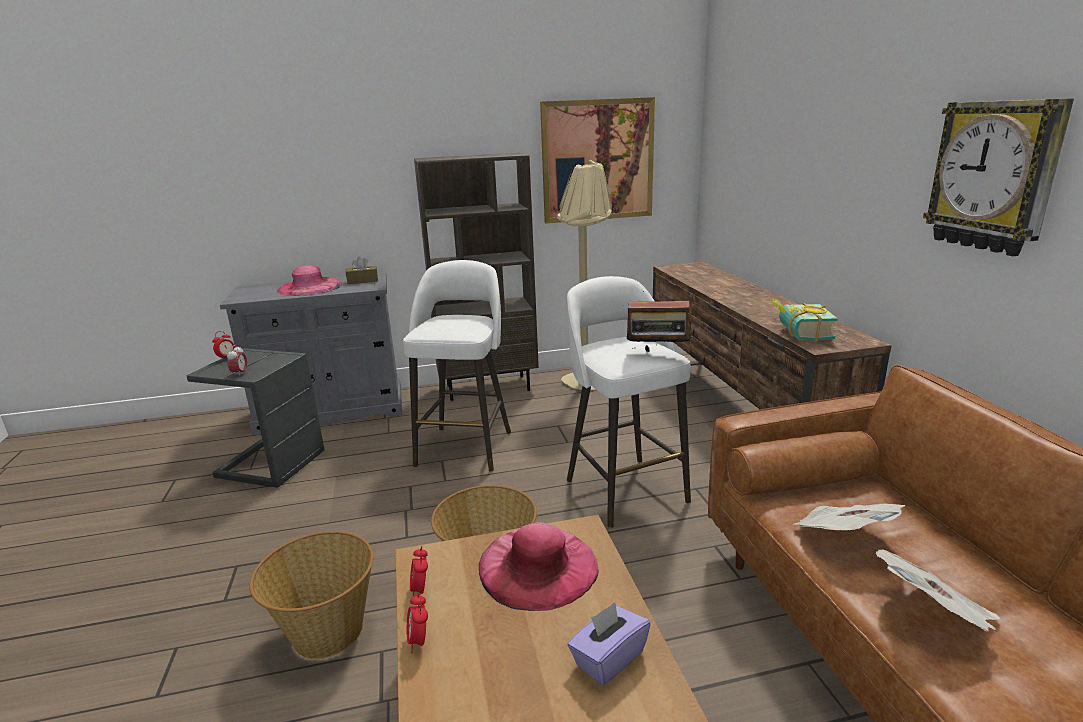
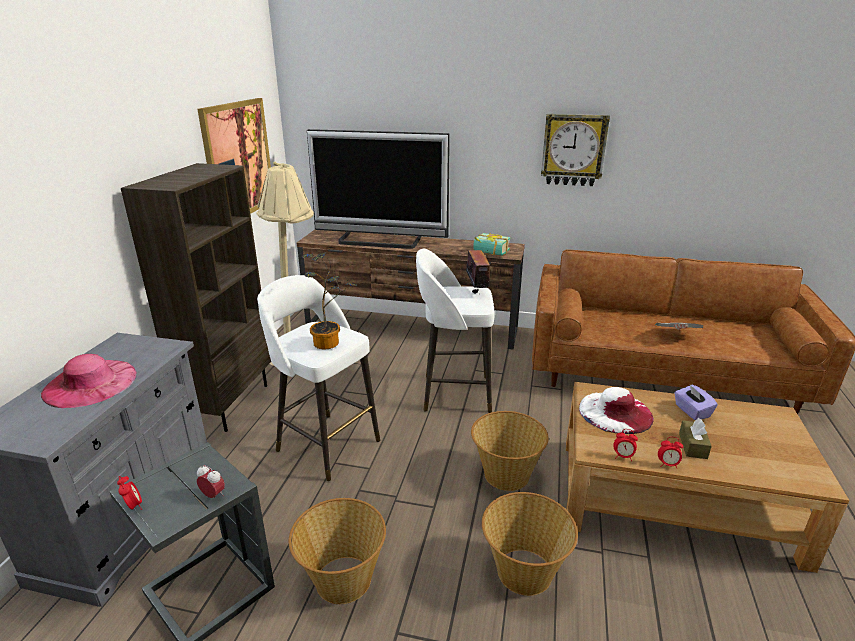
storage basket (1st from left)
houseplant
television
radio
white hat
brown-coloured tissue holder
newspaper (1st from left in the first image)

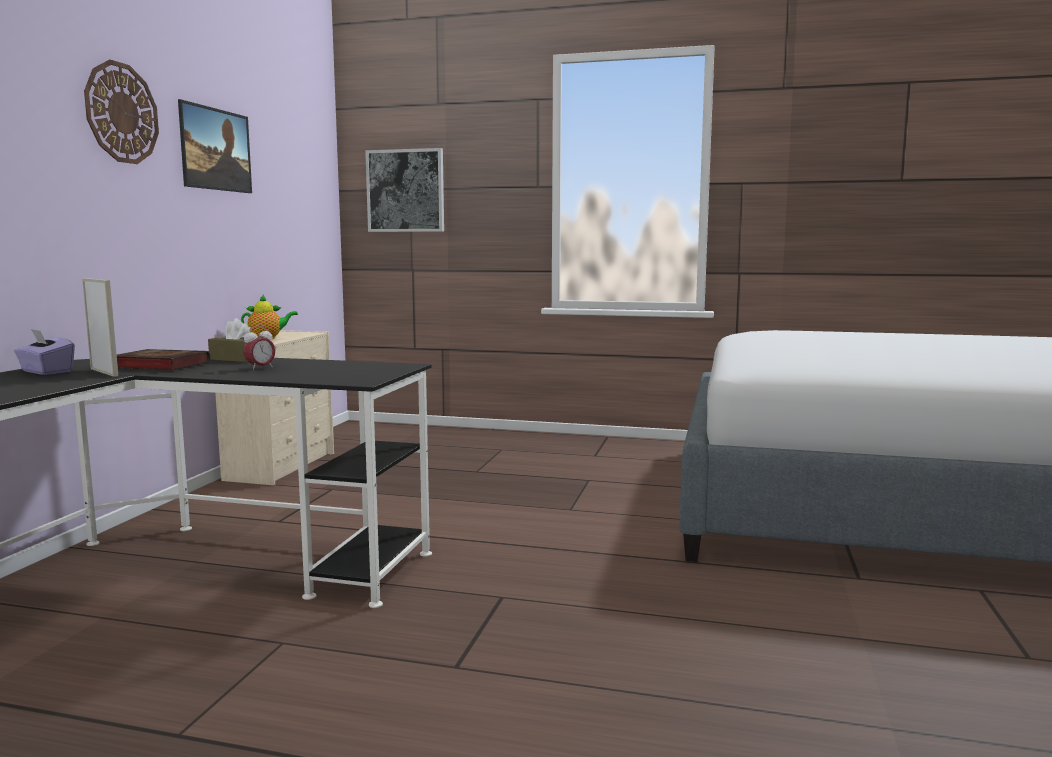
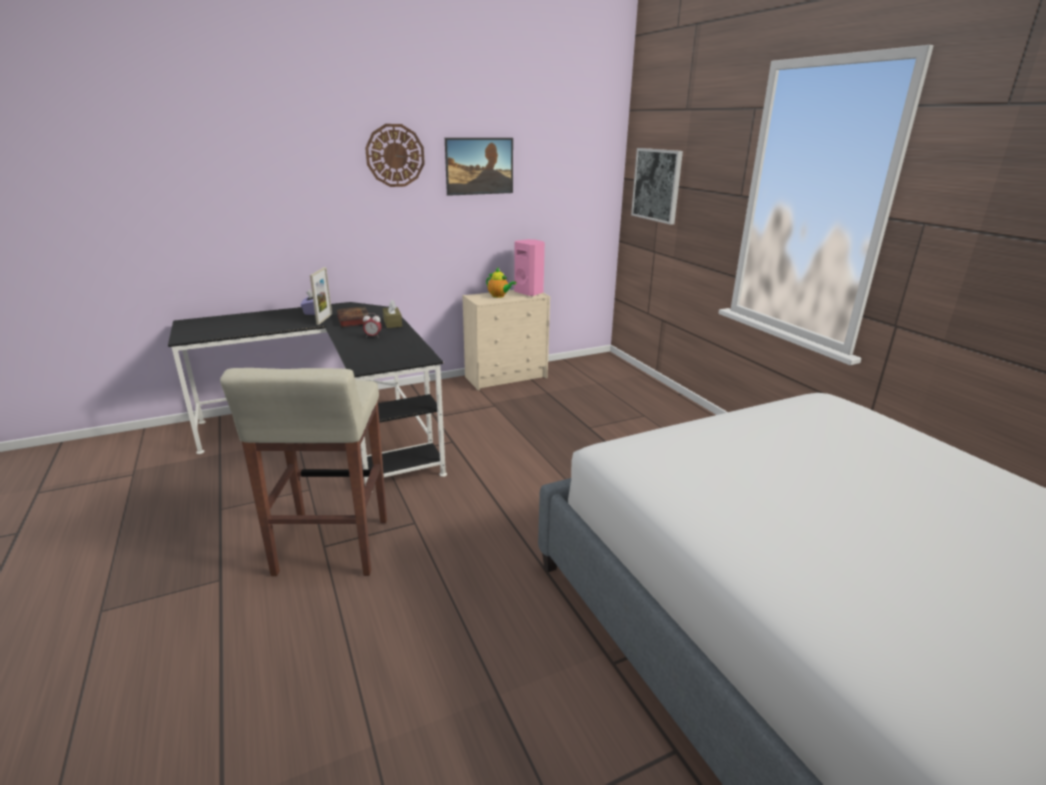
beige sitting stool
pink speaker

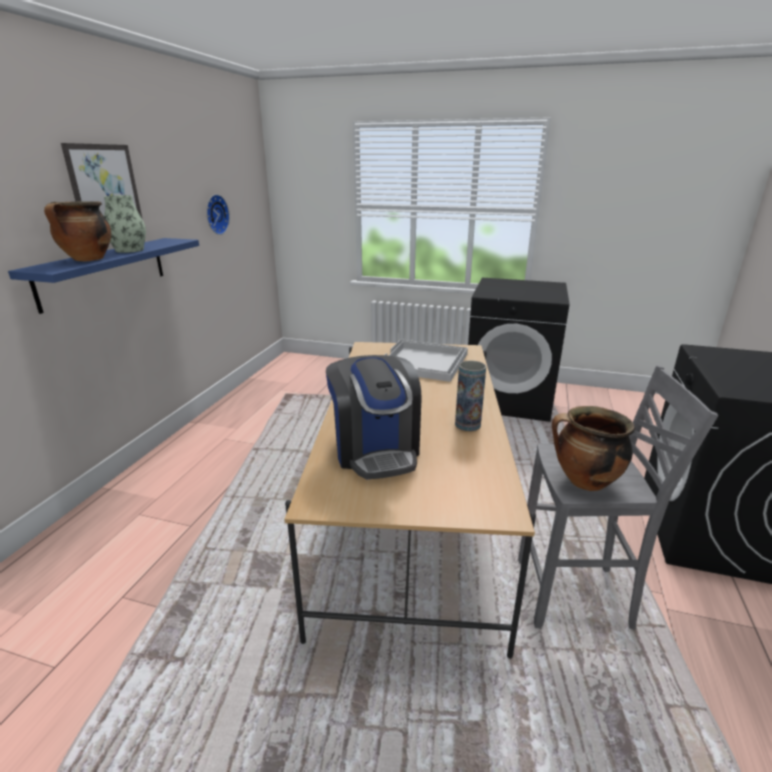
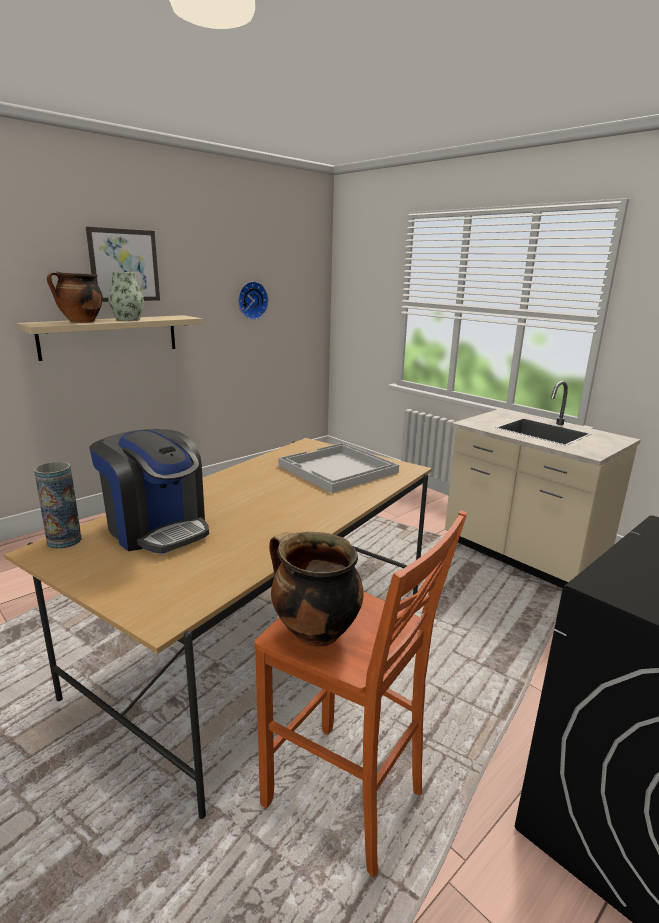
beige shelf
vase (1st from left)
coffee brewer
orangey sitting stool
beige kitchen base unit

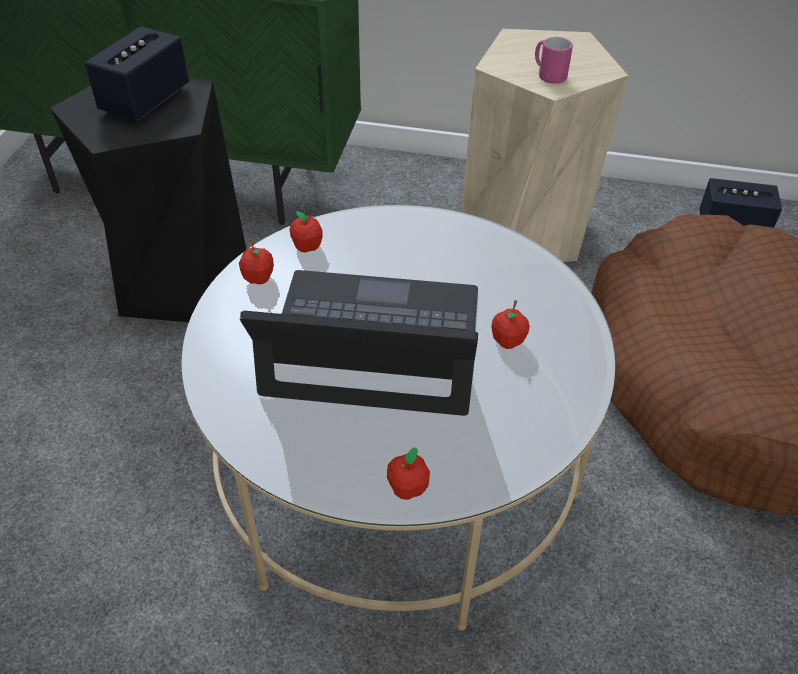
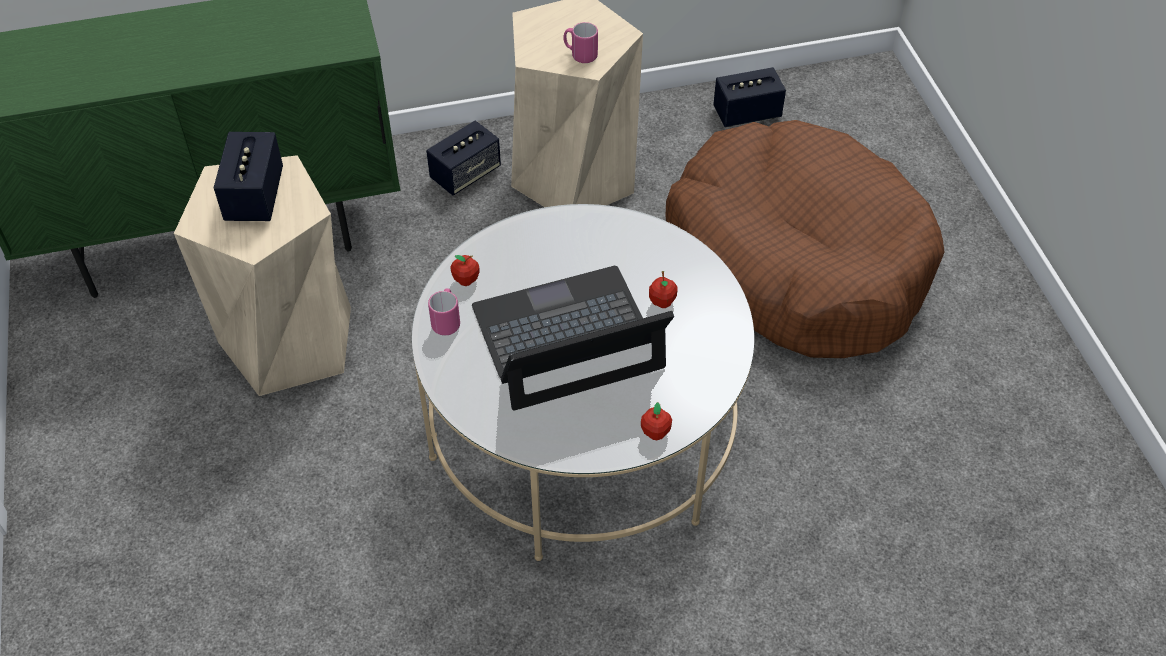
beige sitting stool (1st from left)
speaker (2nd from left)
pink coffee mug (1st from left)

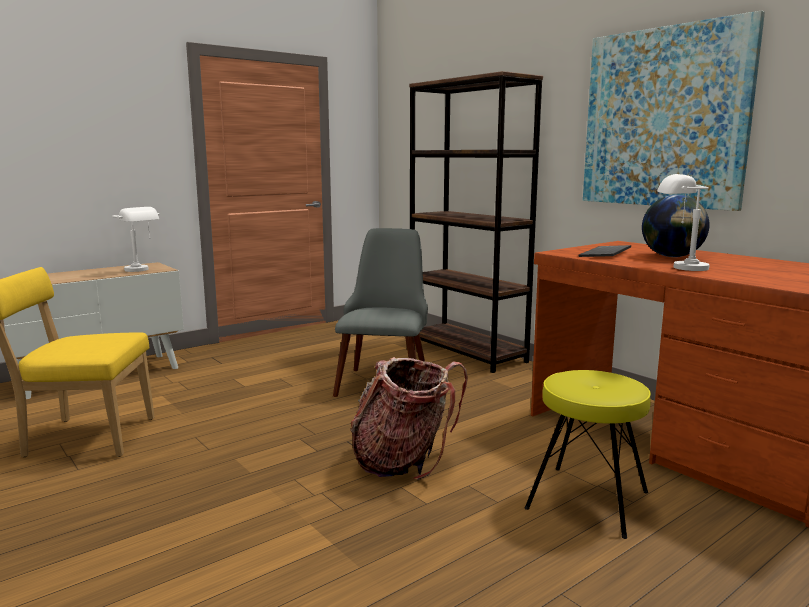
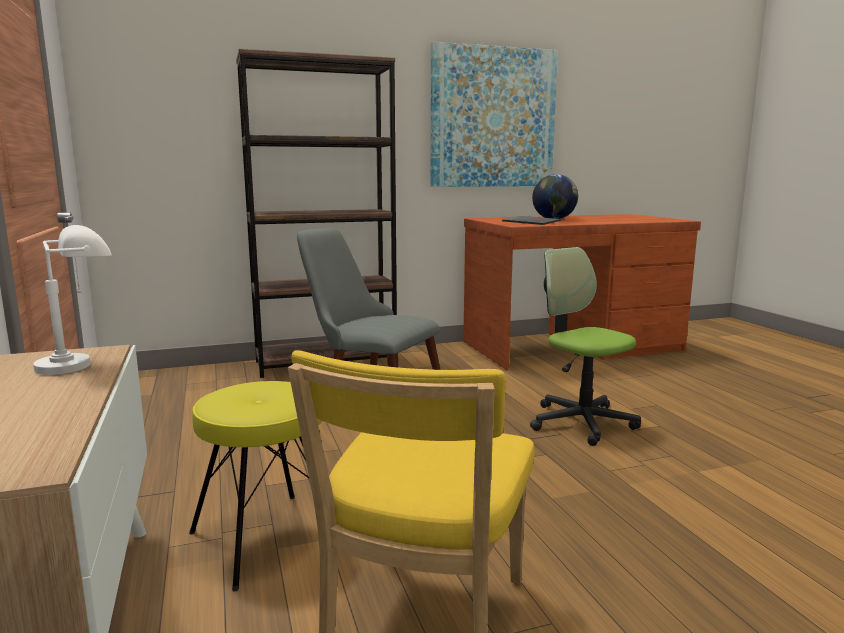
yellow-coloured sitting stool
office chair
white tabletop lamp (2nd from left in the first image)

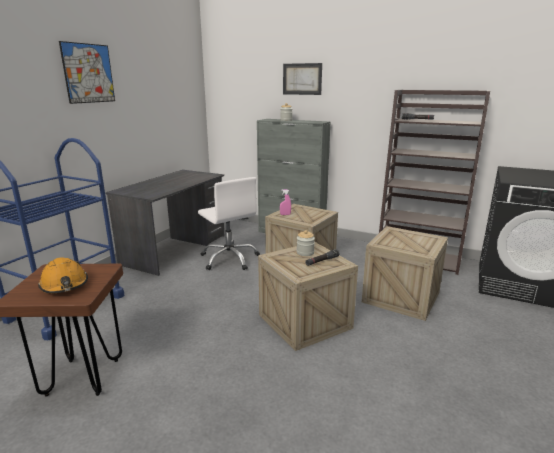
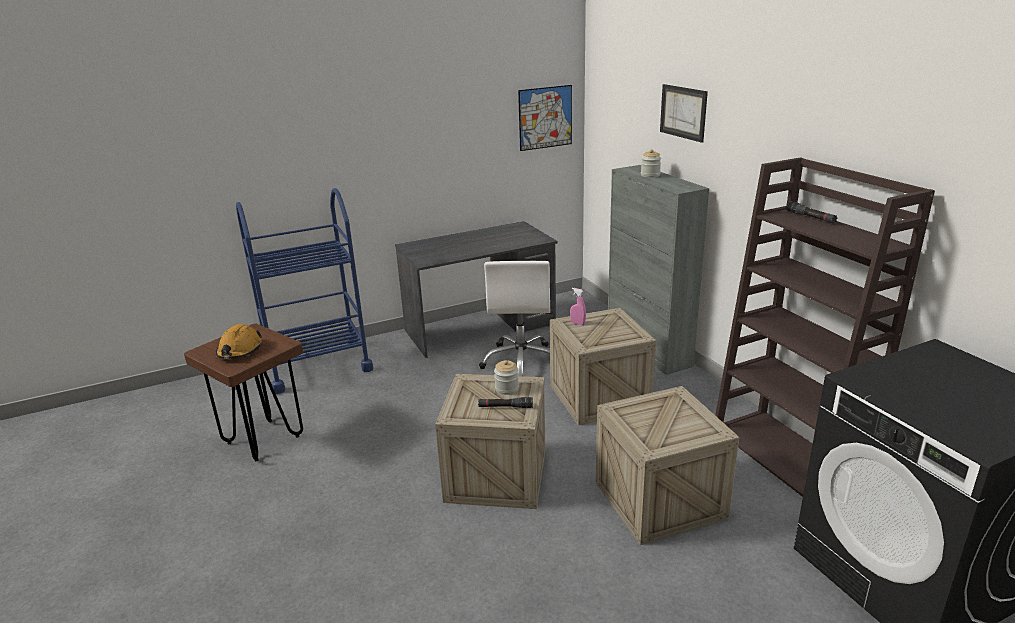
picture (1st from left)

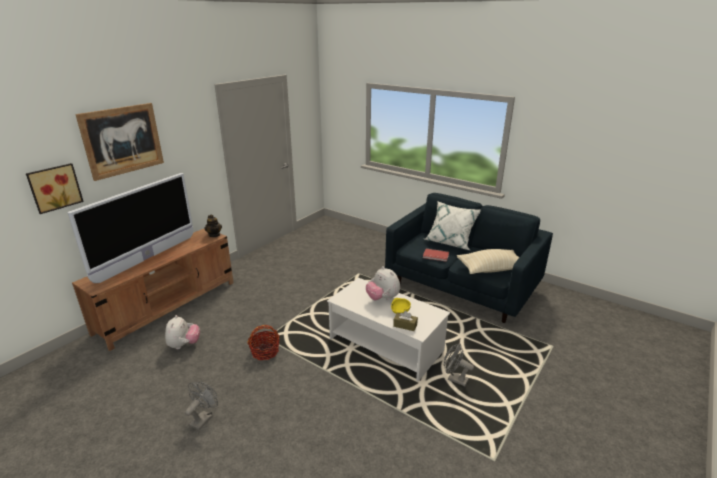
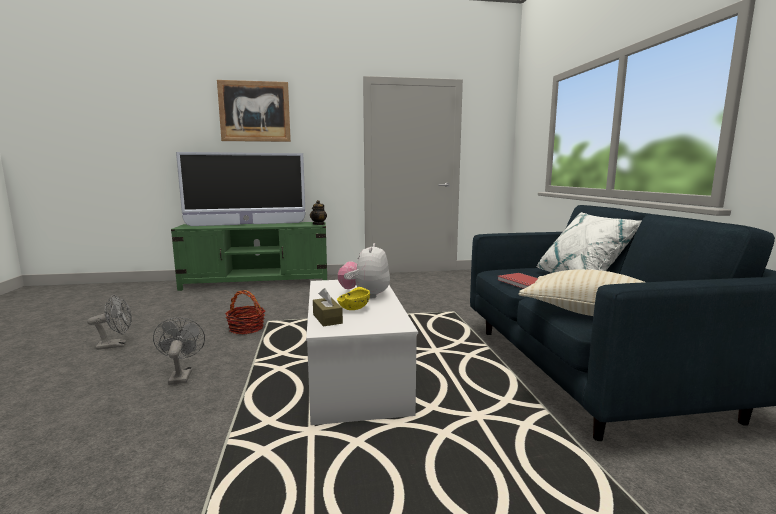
gray electric fan (2nd from left)
green media console
picture (1st from left in the first image)
cuddly toy (1st from left in the first image)

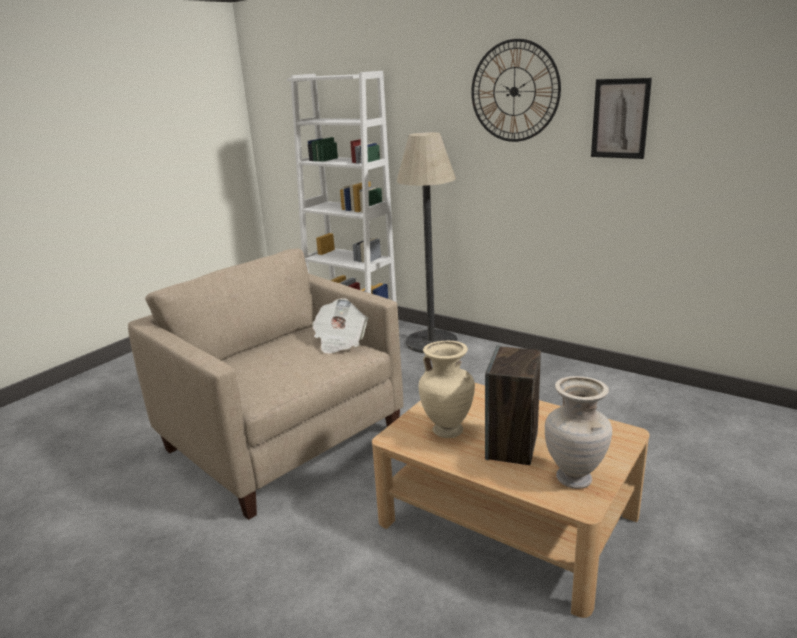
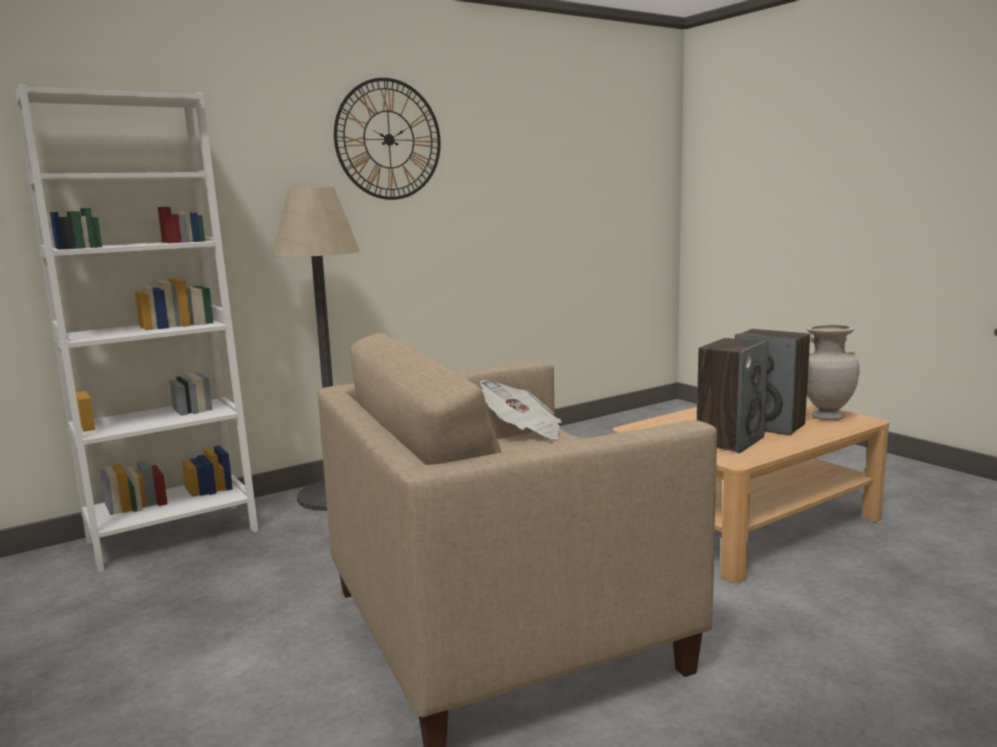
speaker (1st from left)
picture

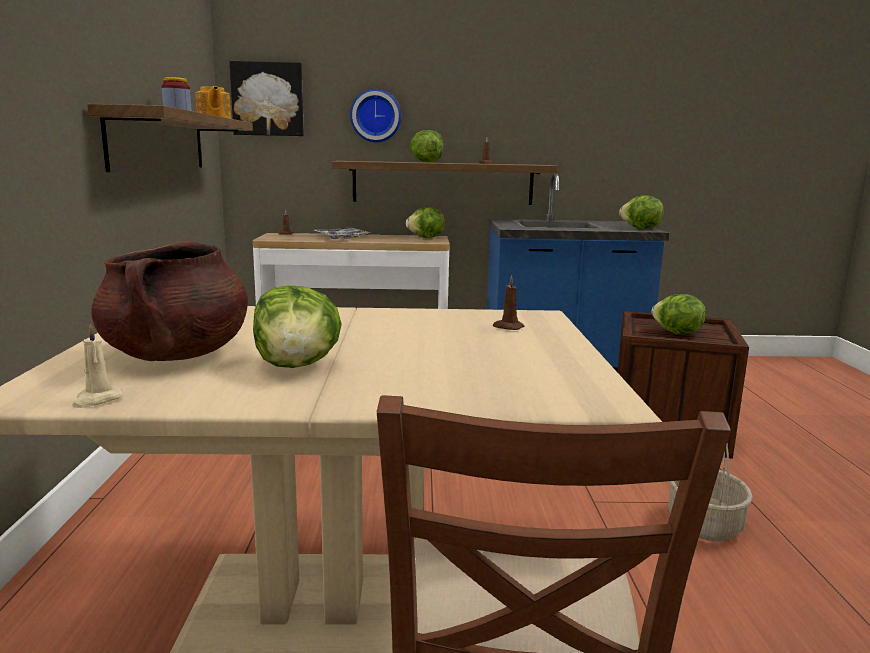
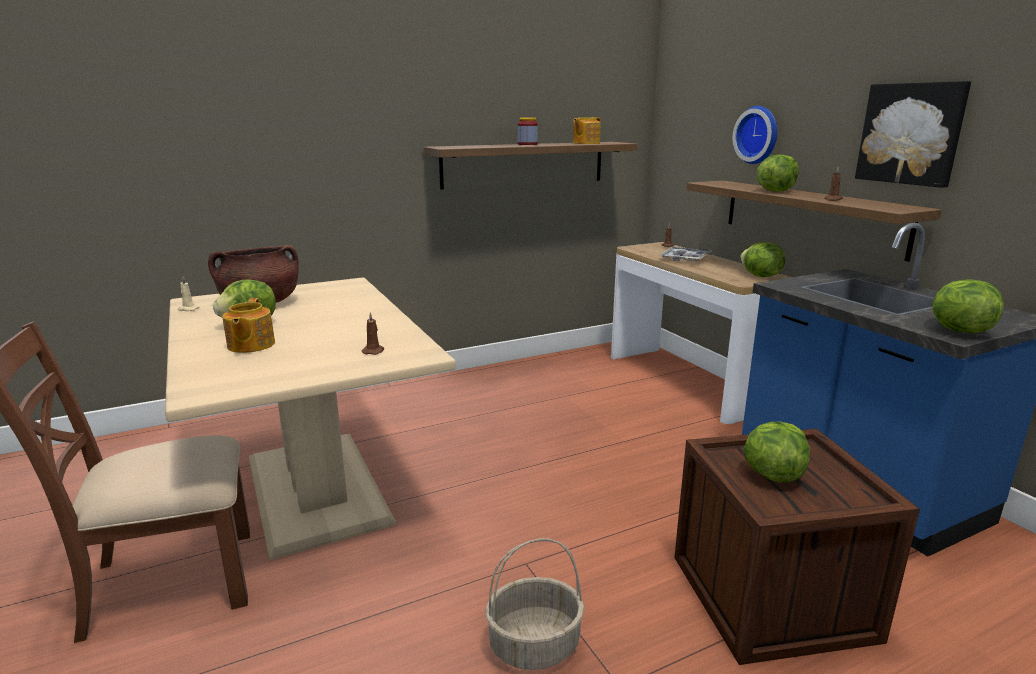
teapot (1st from left)
picture

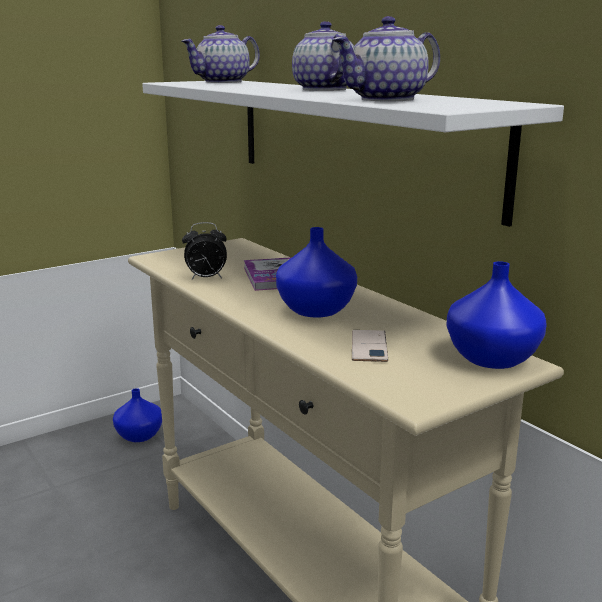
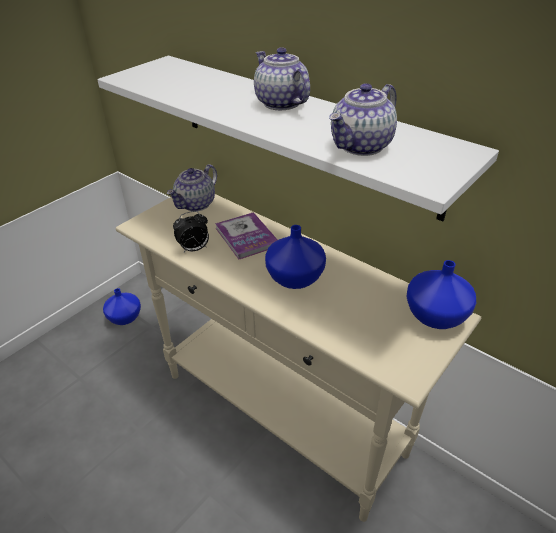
teapot (1st from left)
handset

